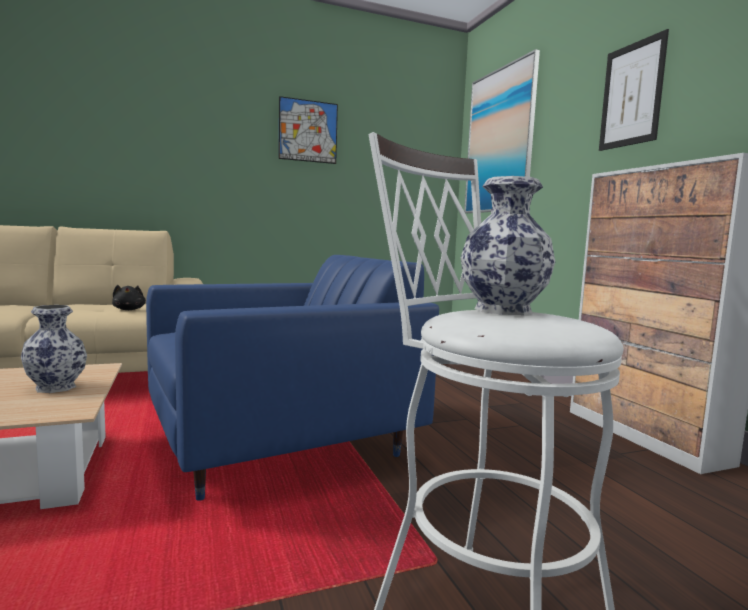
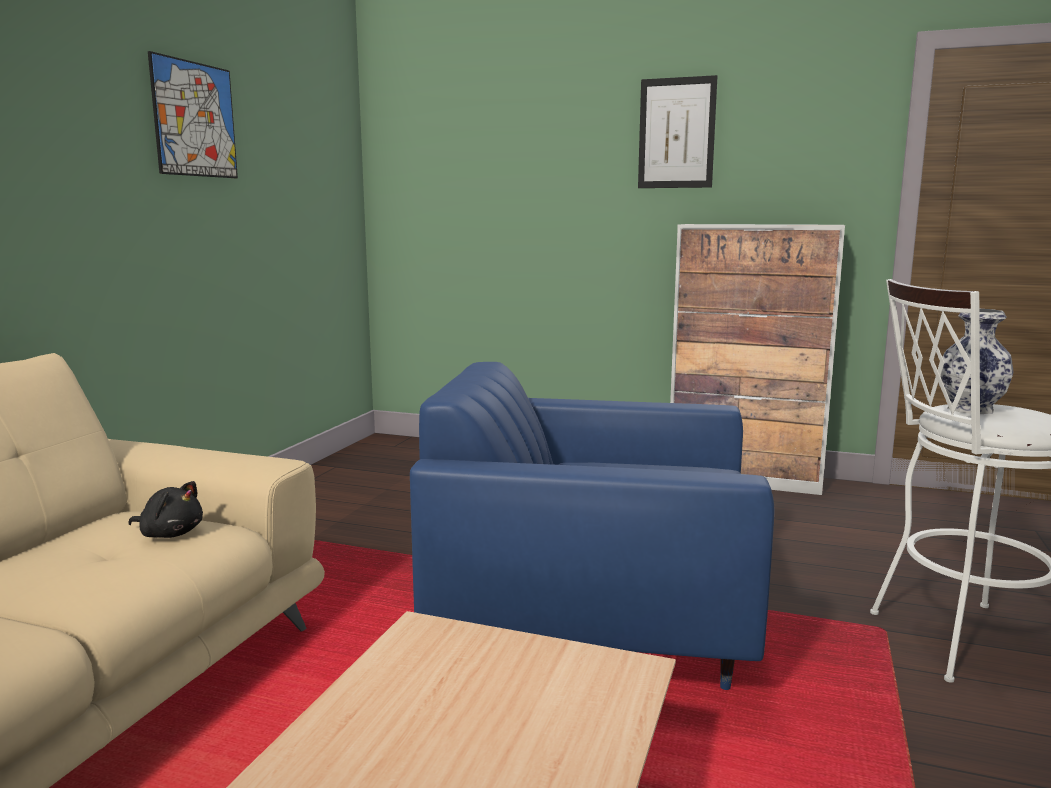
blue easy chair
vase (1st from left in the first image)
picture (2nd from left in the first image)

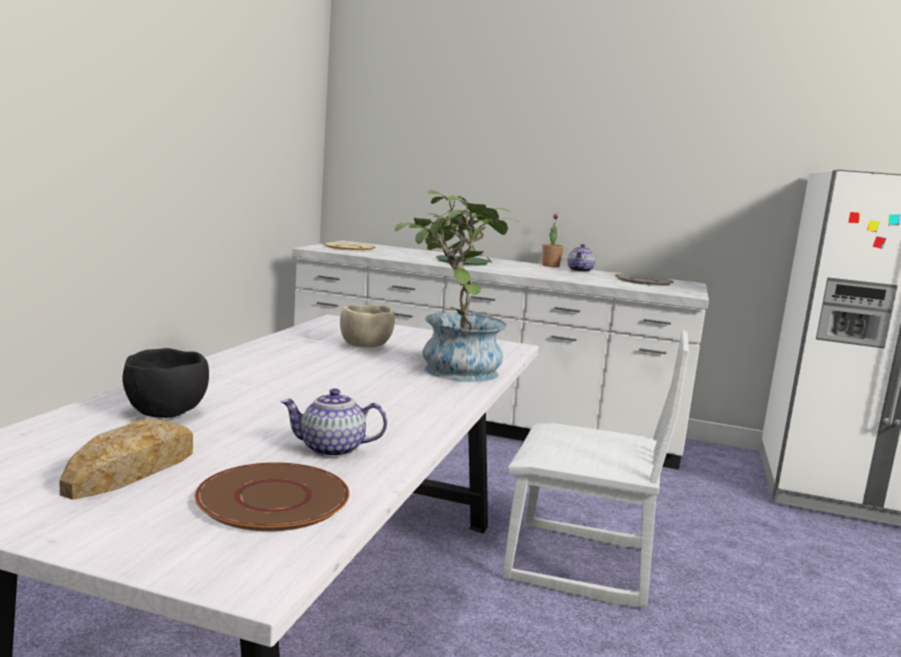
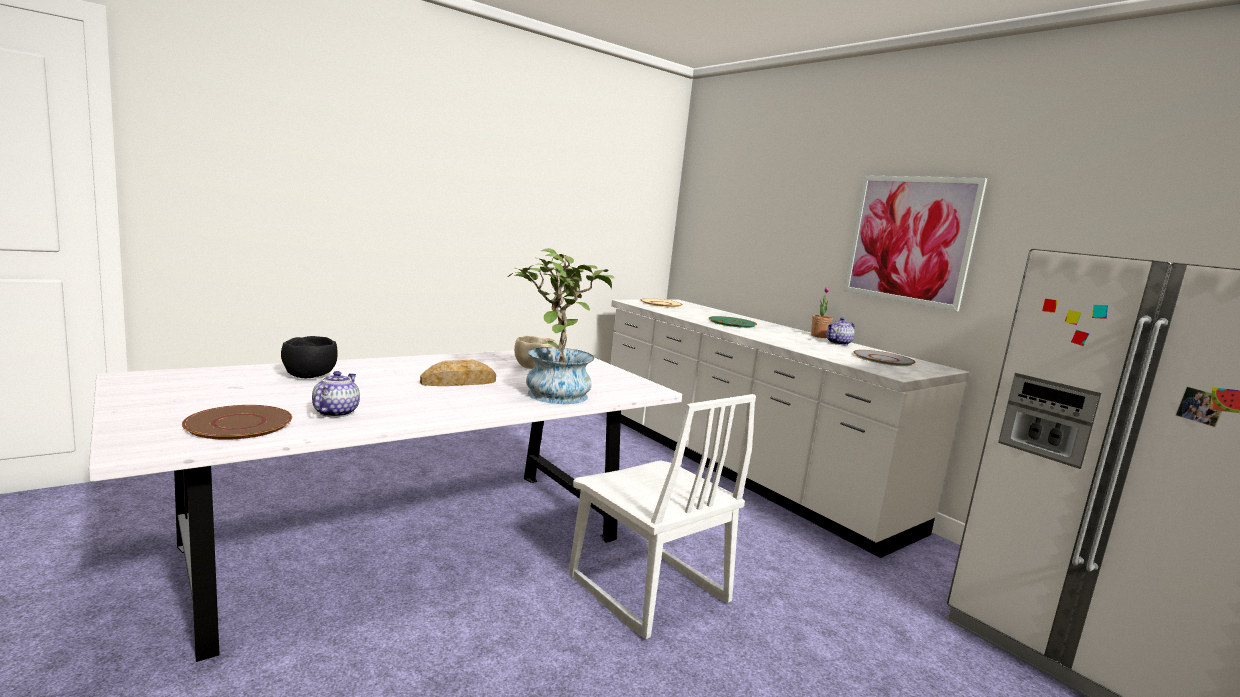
teapot (1st from left)
bread
picture

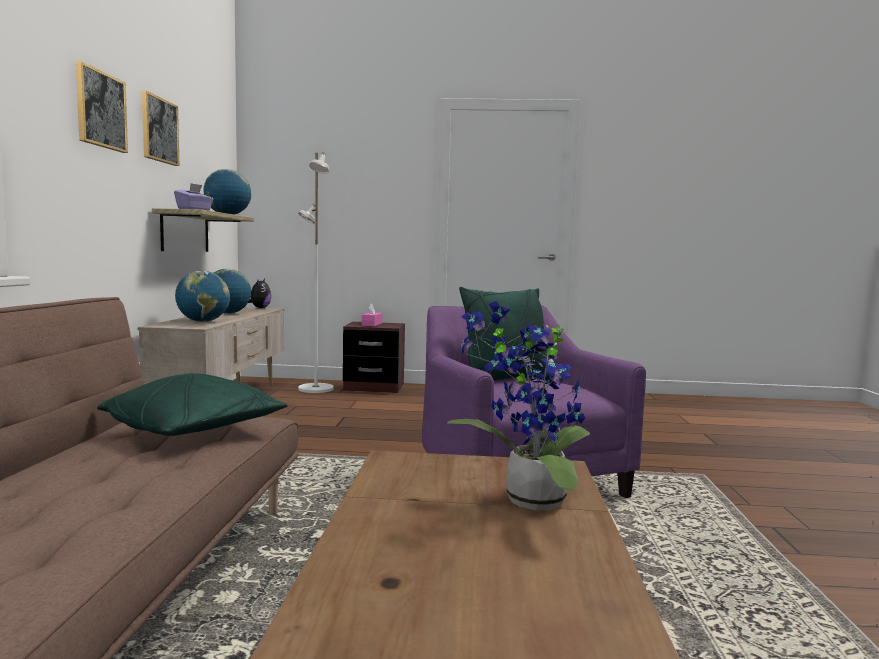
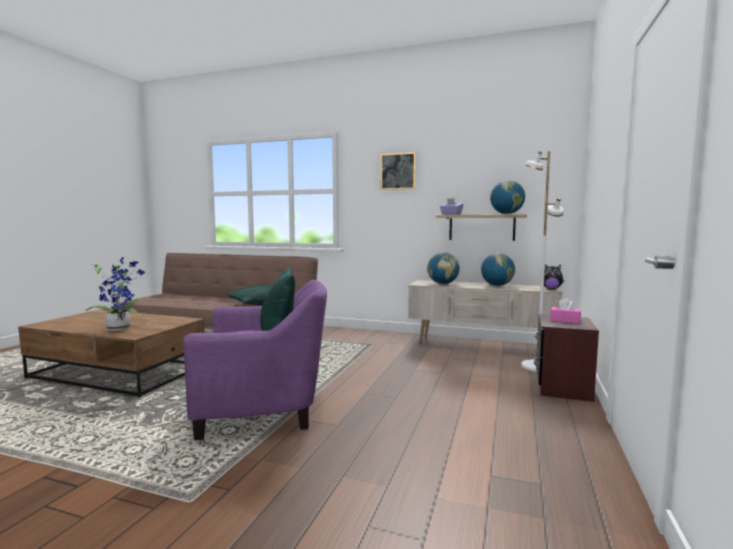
picture (2nd from left in the first image)

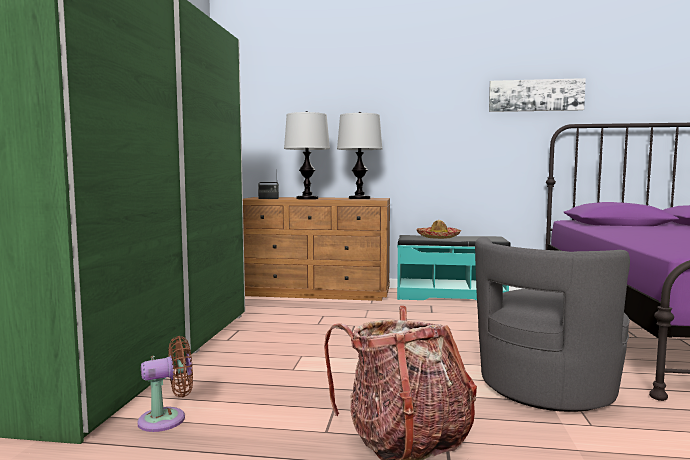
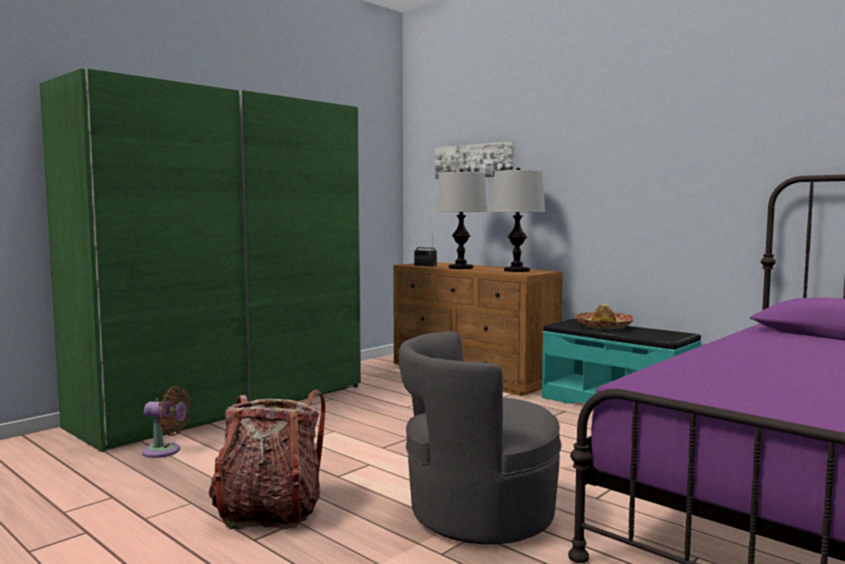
picture

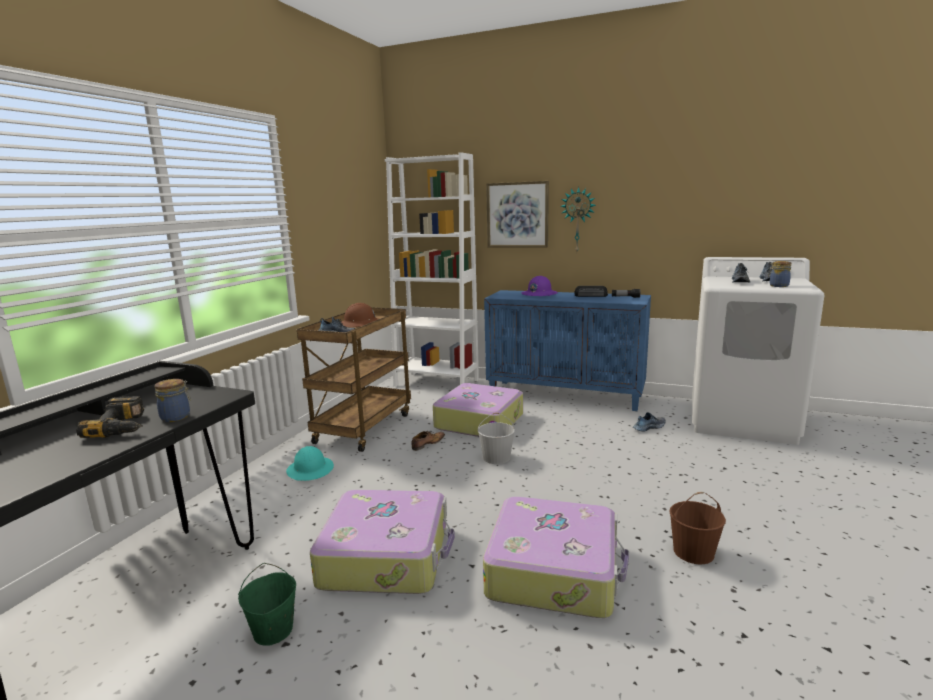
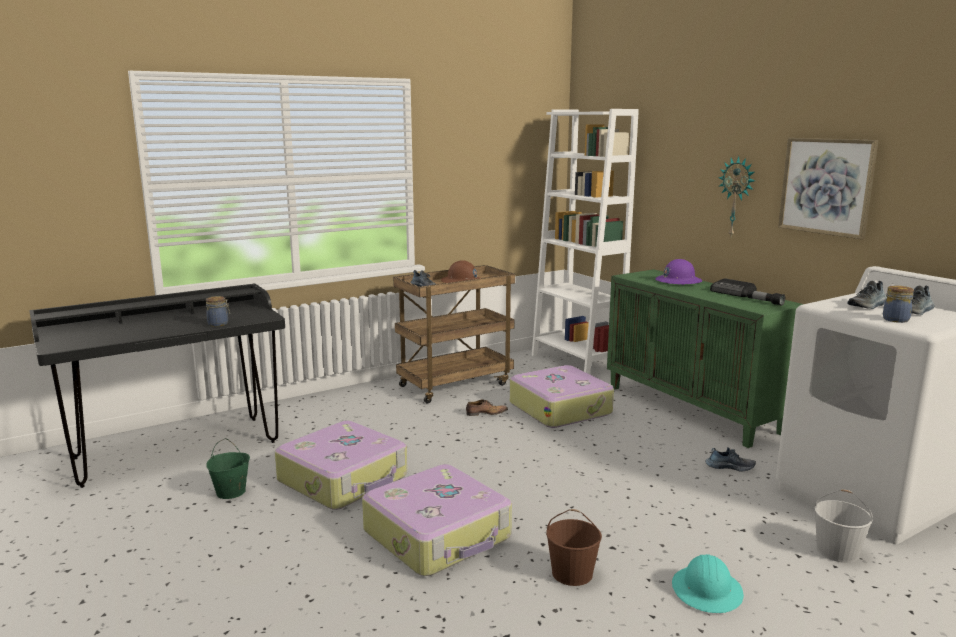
green cupboard
turquoise-coloured hard hat
picture
white water bucket
power drill

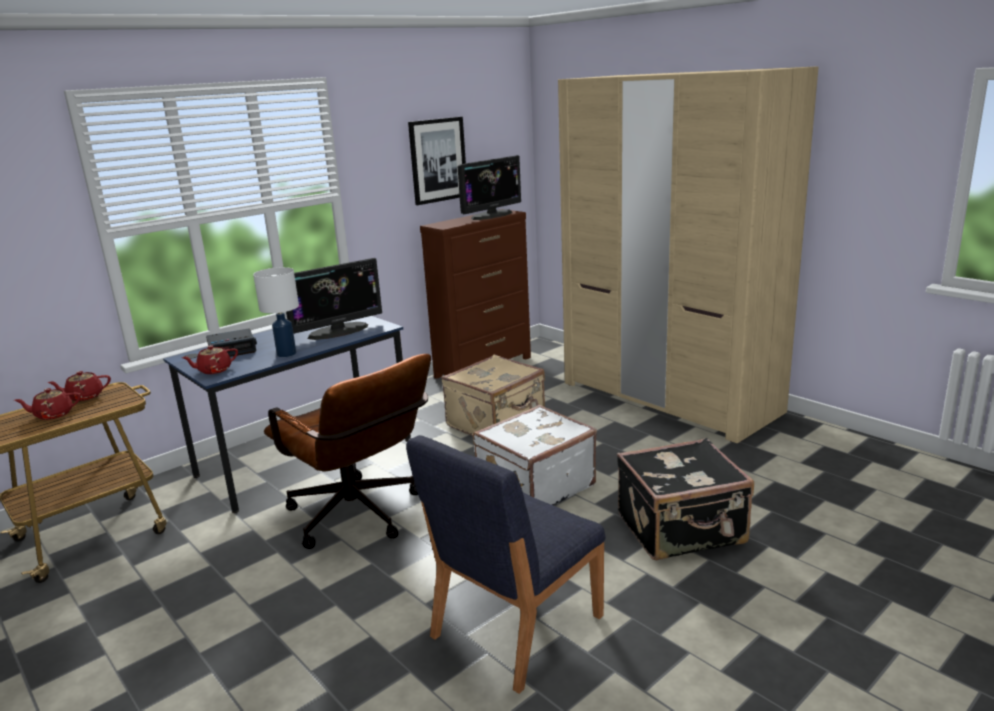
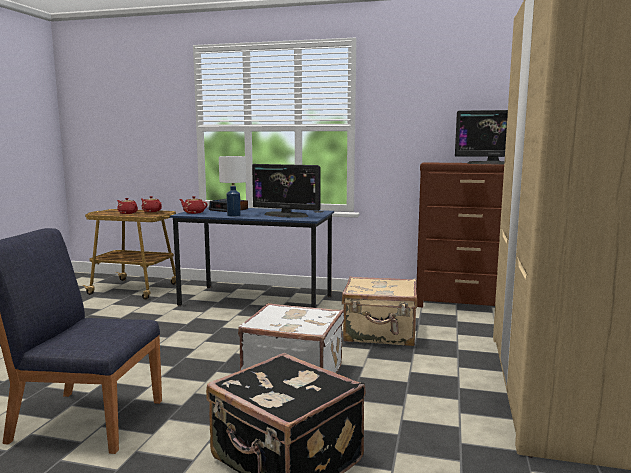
brown-coloured office chair
picture

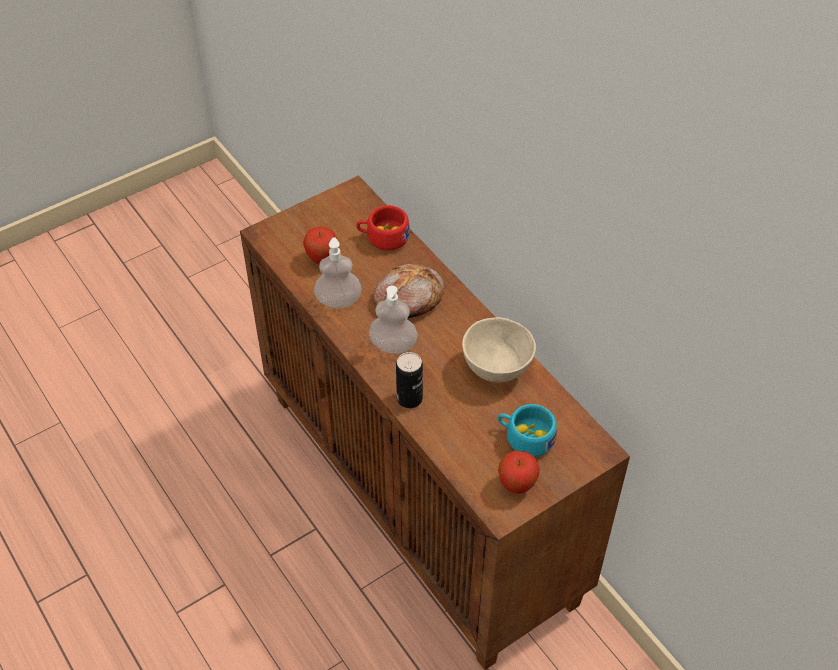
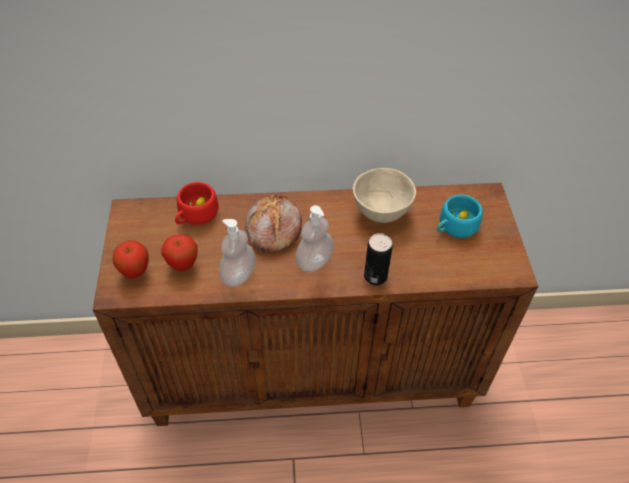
whole apple (1st from left)

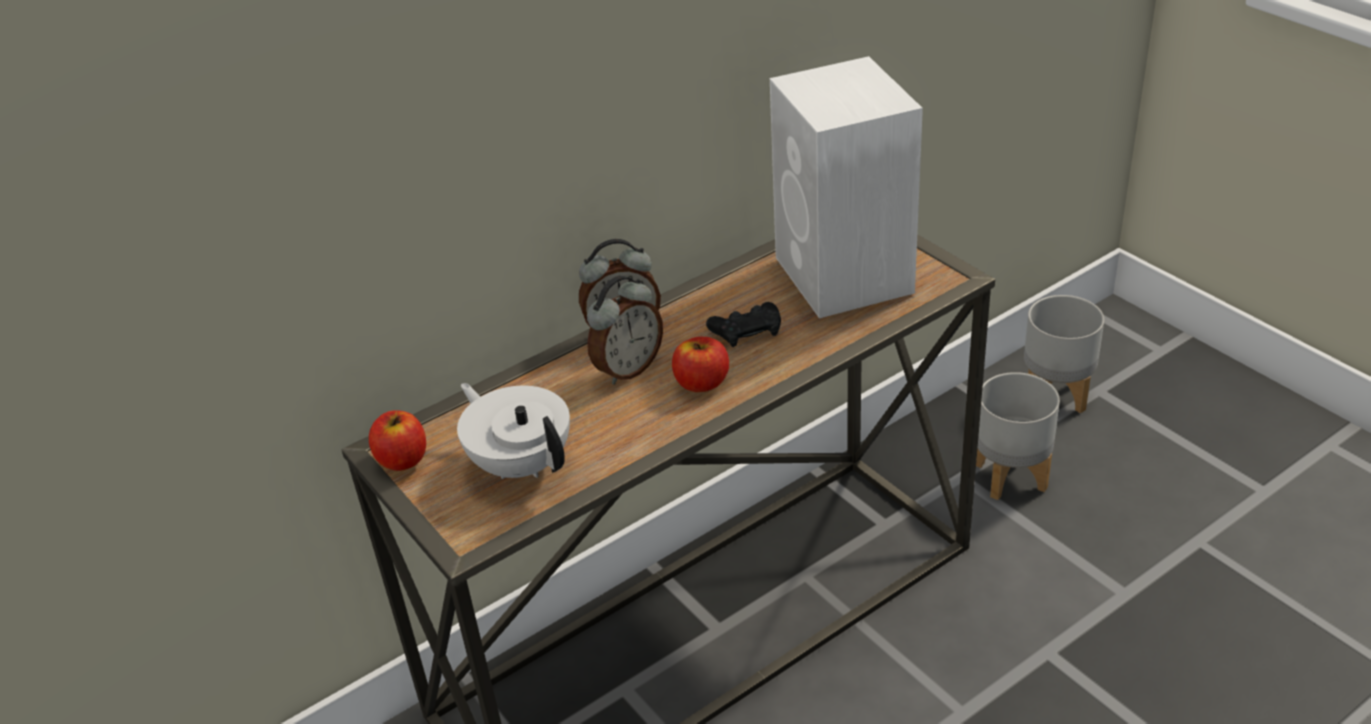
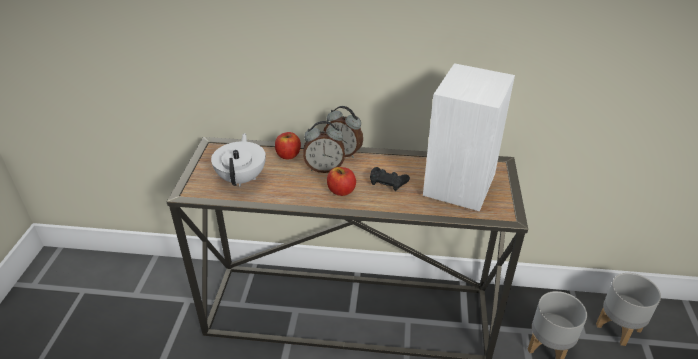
whole apple (1st from left)

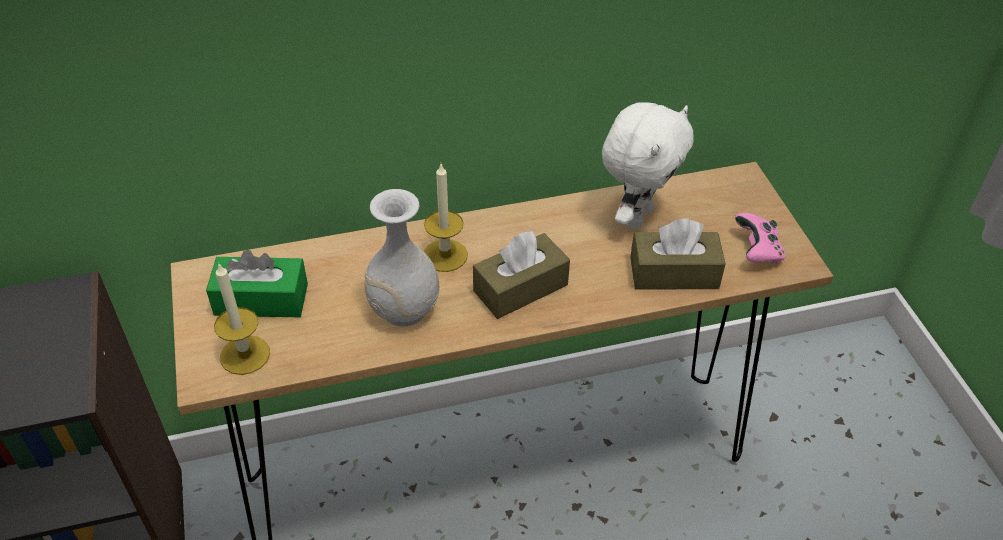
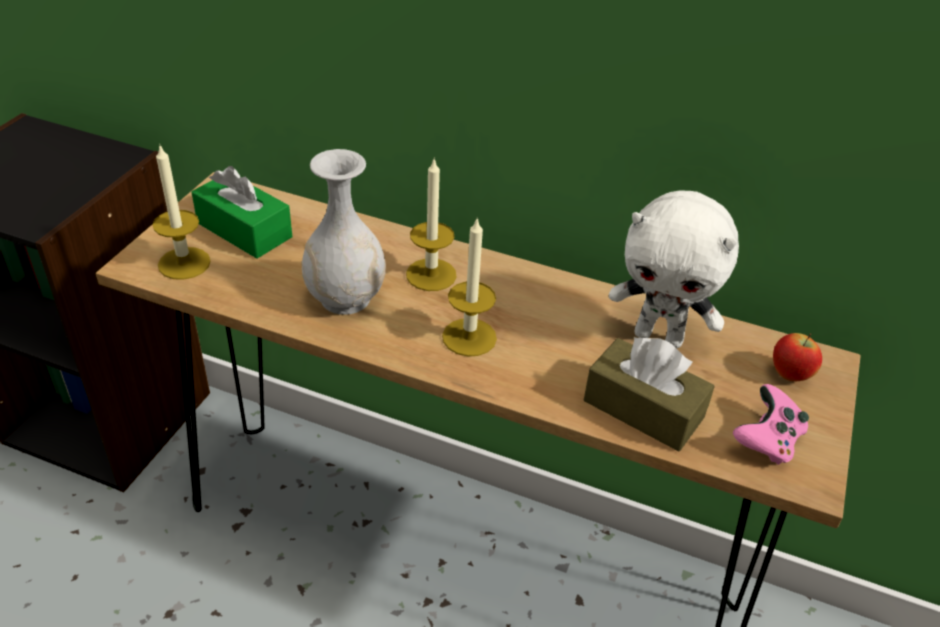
wax light (3rd from left)
white cuddly toy
whole apple

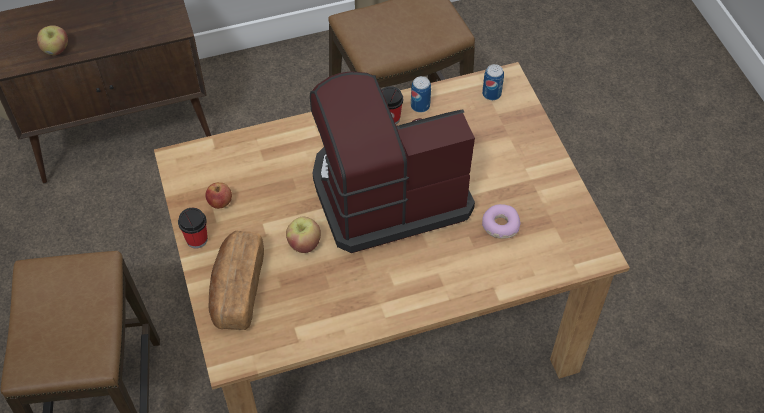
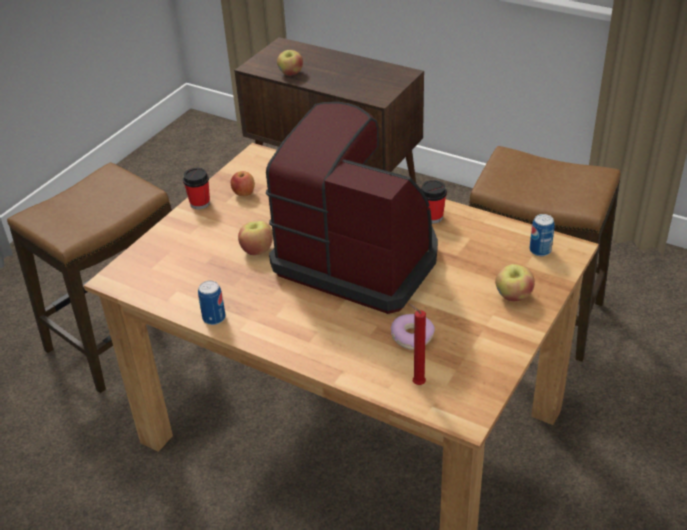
metal can (1st from left)
red wax light
whole apple (4th from left)
bread

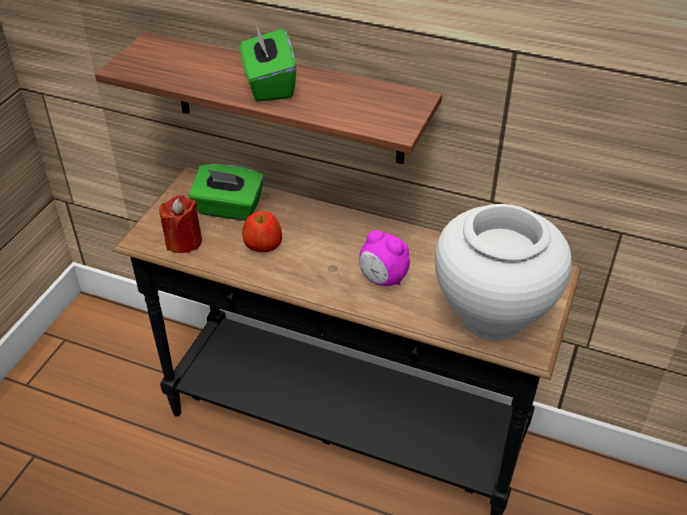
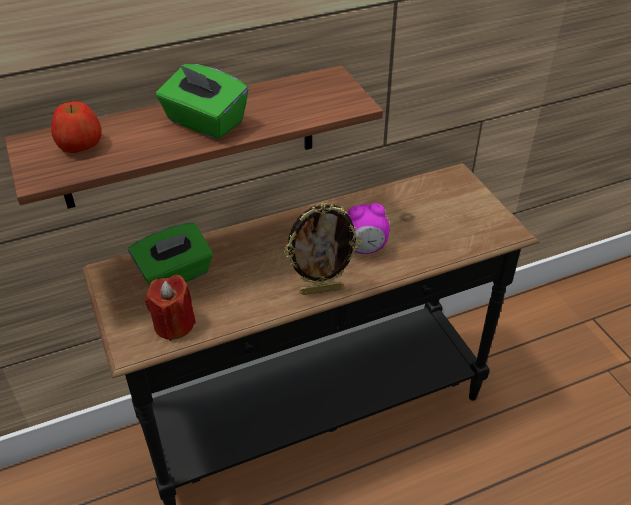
whole apple
picture frame
white vase

